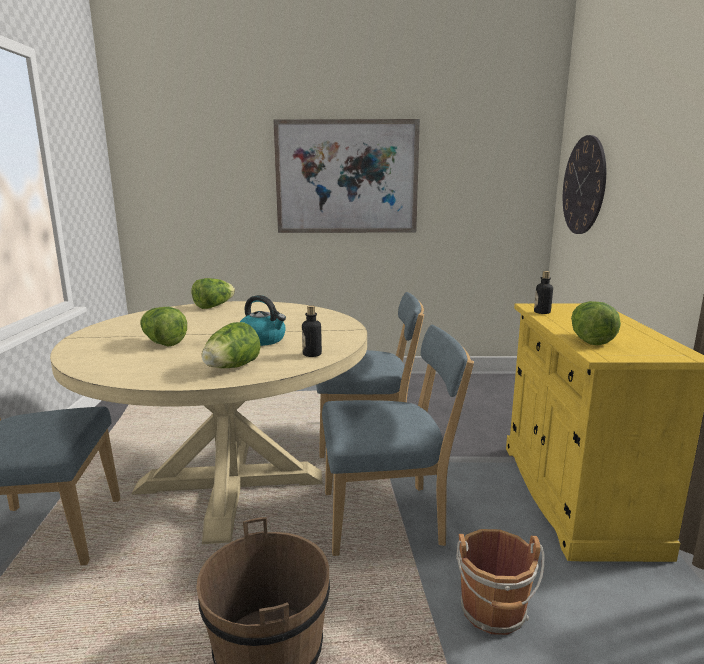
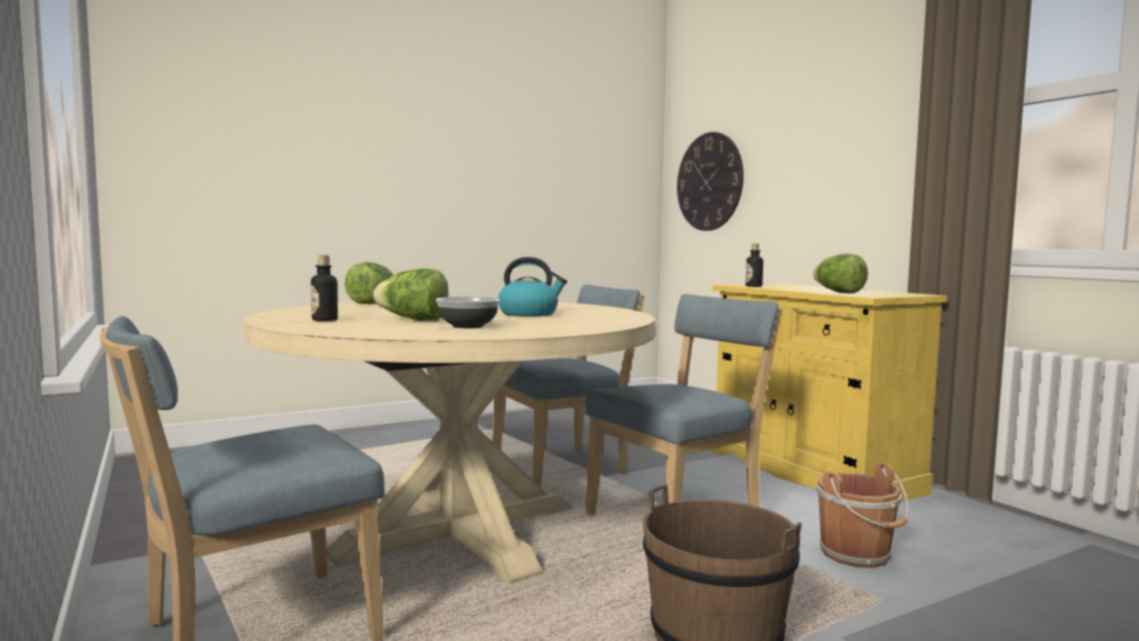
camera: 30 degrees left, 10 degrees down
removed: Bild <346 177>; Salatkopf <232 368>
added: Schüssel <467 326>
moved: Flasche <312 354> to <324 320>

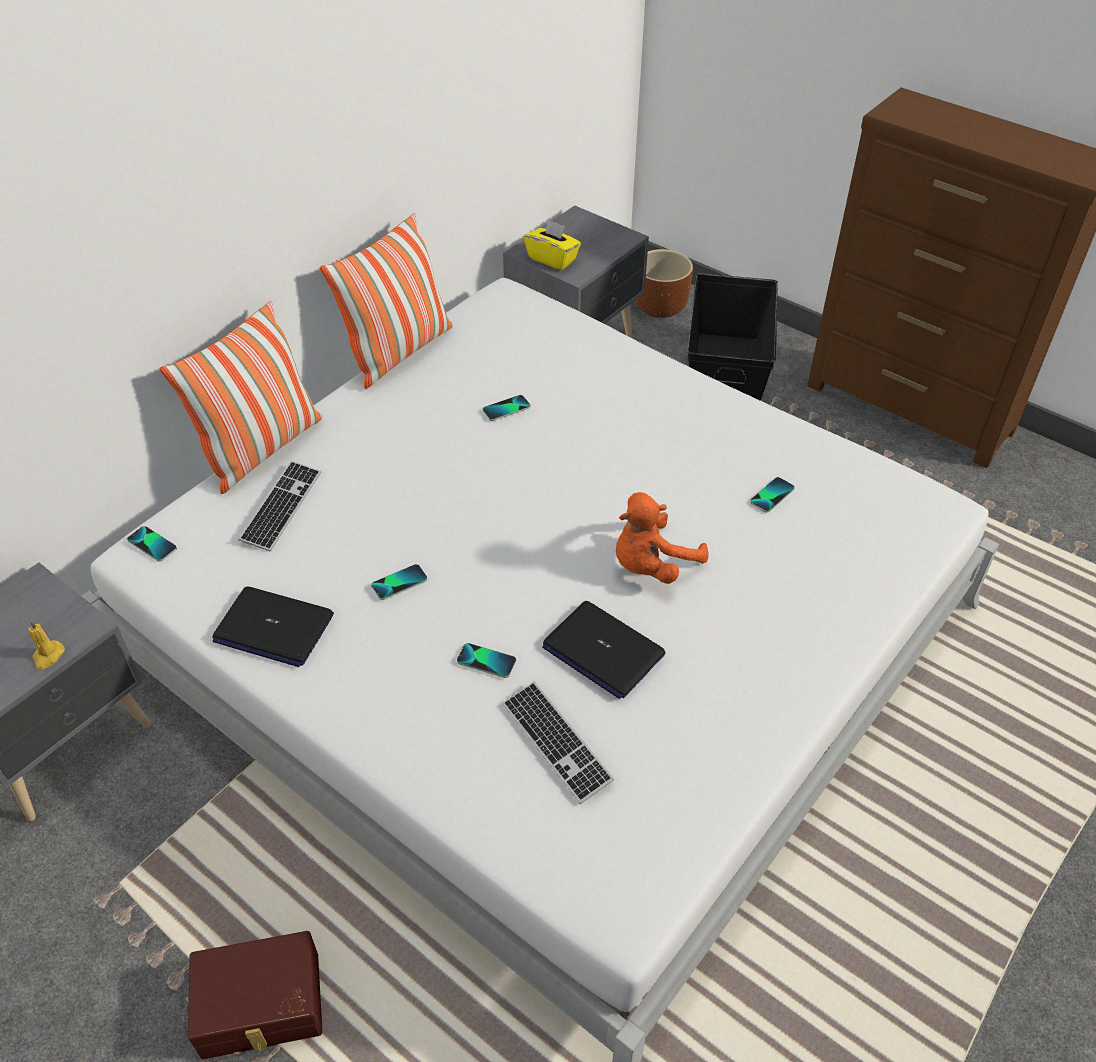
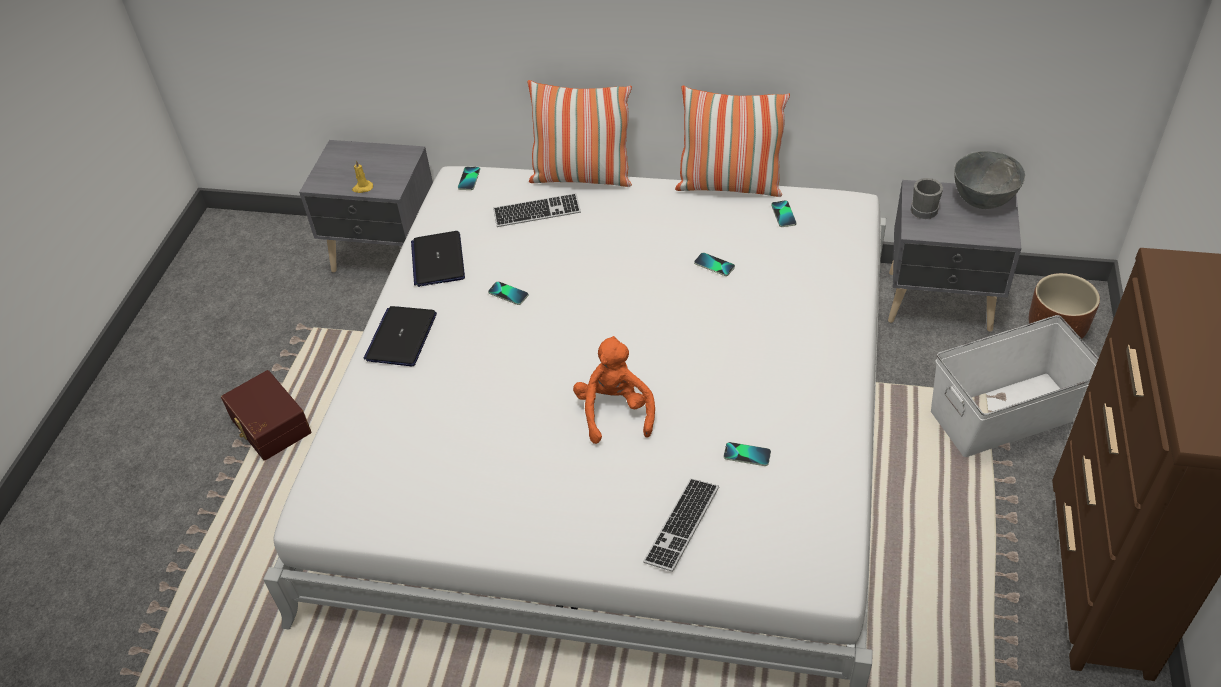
camera: 65 degrees right, 0 degrees up
added: Schüssel (grau) <982 201>
moved: Laptop <602 650> to <401 337>; Handy <486 661> to <783 214>; Tastatur <556 743> to <682 525>
replaced: Taschentuchbox (gelb) <552 259> to Henkelbecher (grau) <923 208>
recoloured: Aufbewahrungsbox (schwarz) <724 375> to Aufbewahrungsbox (weiß) <1005 413>
turned: Plüschtier (orange) <651 565> = <615 411> 60 degrees clockwise

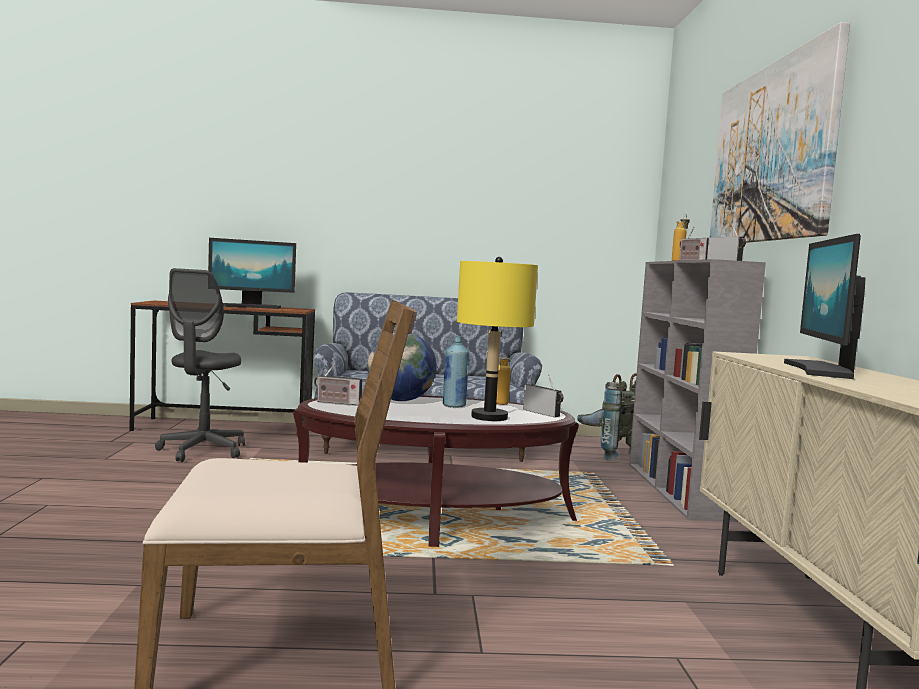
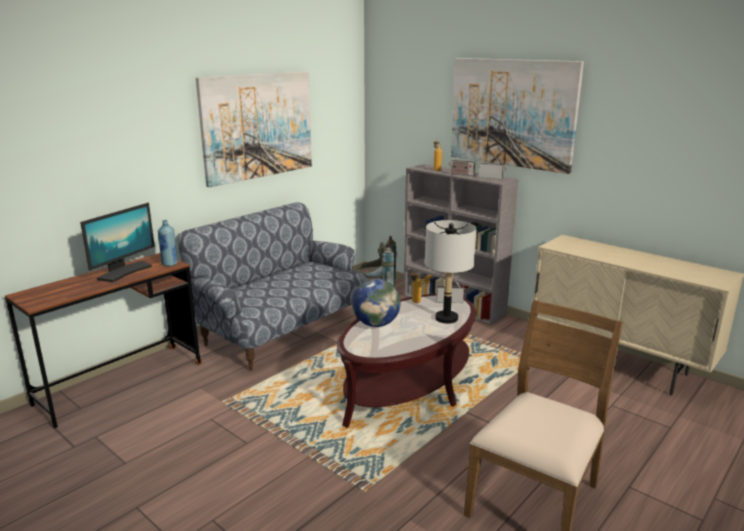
camera: 45 degrees left, 15 degrees up
removed: Monitor <821 370>; Bürostuhl (grau) <203 451>; Radio <336 402>
added: Bild <258 126>
moved: Flasche (blau) <454 405> to <169 264>
recoloured: Tischlampe (gelb) <489 417> to Tischlampe (grau) <446 318>

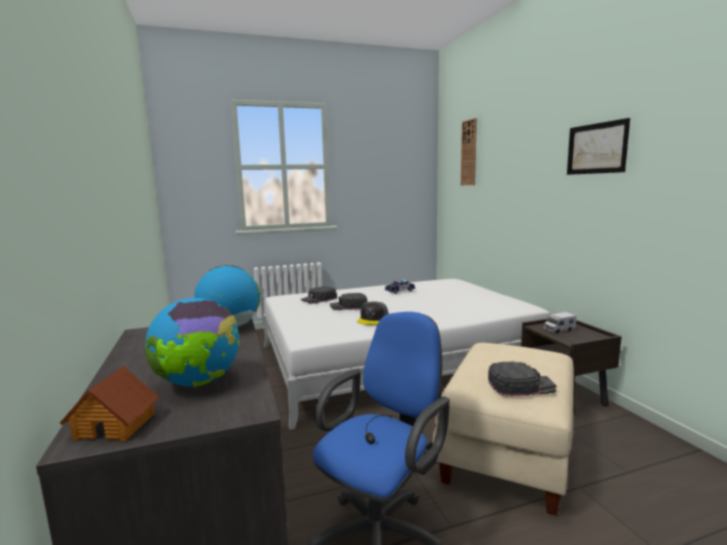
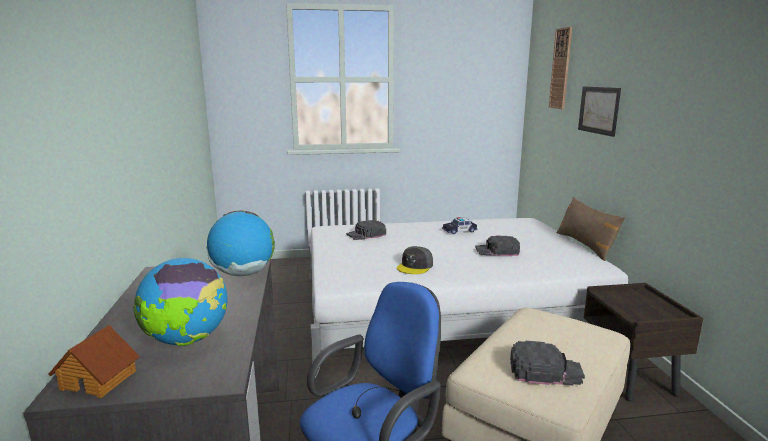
camera: 10 degrees right, 5 degrees up
removed: Spielzeuglaster <559 329>
added: Kissen (braun) <585 245>
moved: Bild <596 148> to <598 110>; Kappe (schwarz) <348 306> to <497 251>

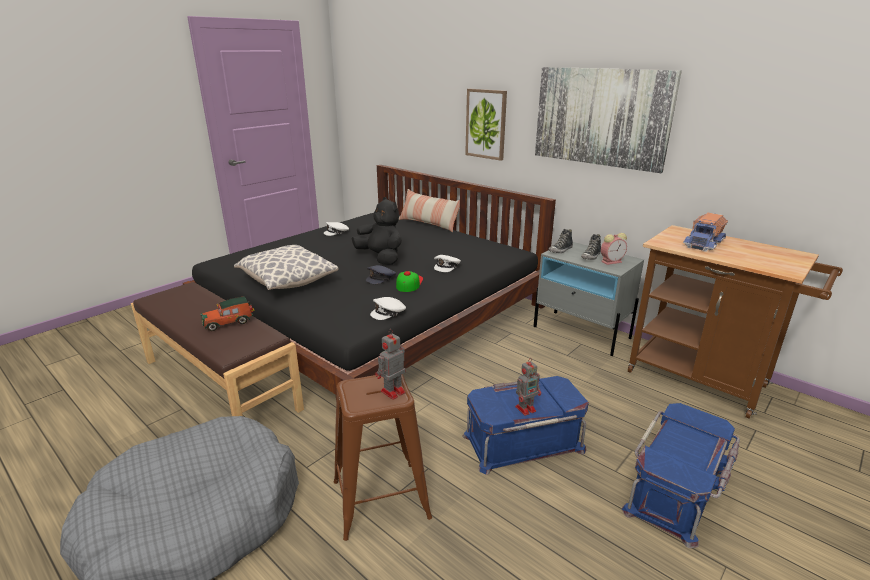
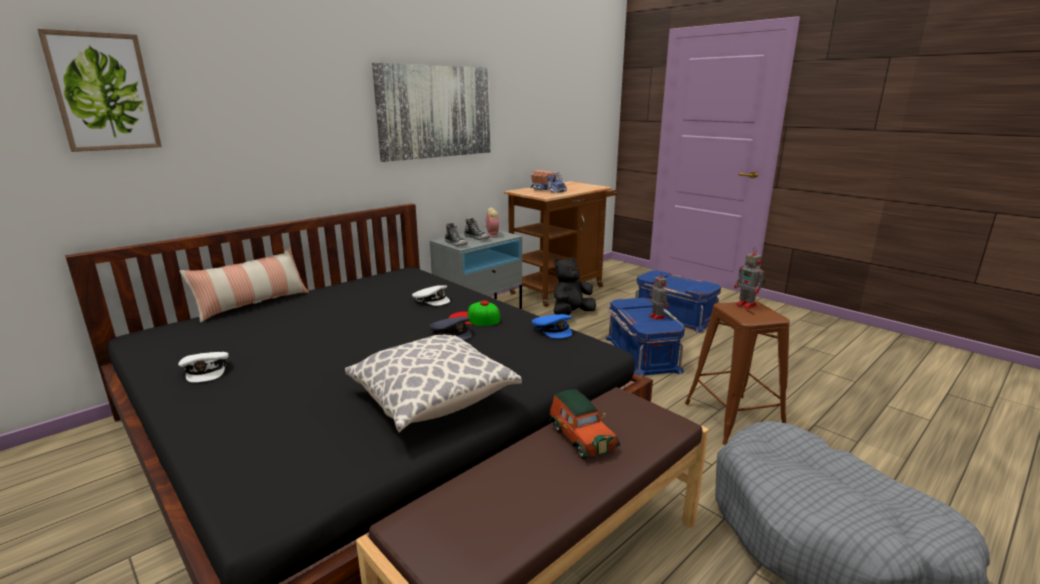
camera: 85 degrees left, 5 degrees down
moved: Bild <486 124> to <103 92>; Plüschtier (schwarz) <381 258> to <571 314>
recoloured: Kappe (weiß) <389 312> to Kappe (blau) <553 330>

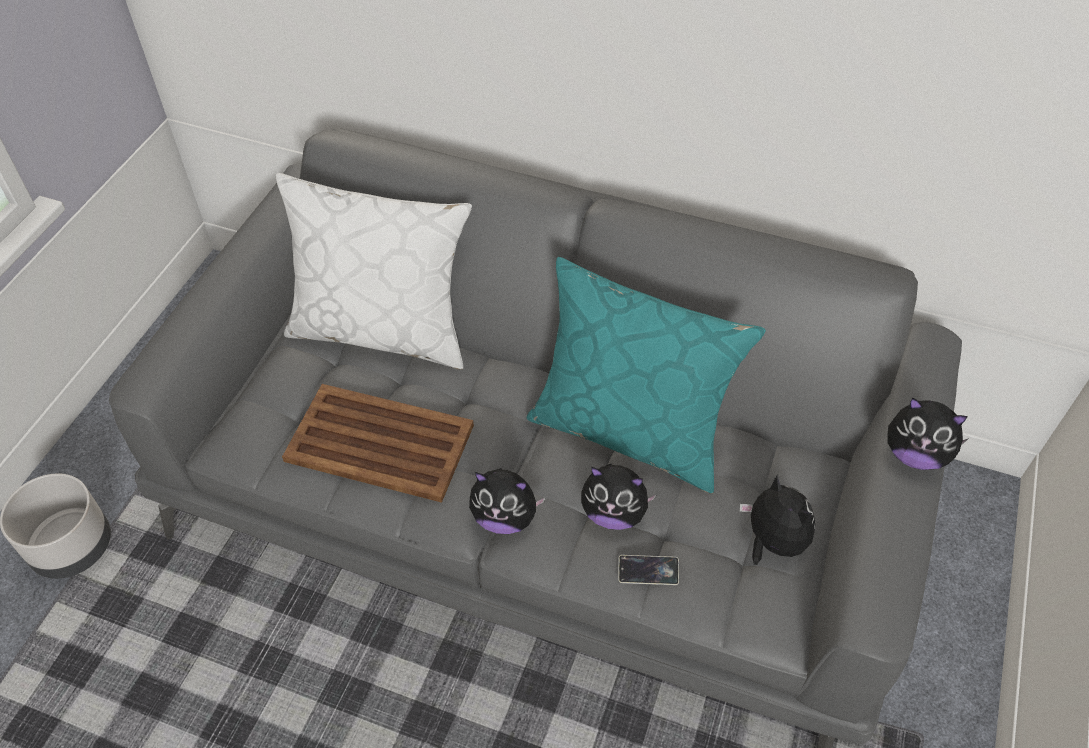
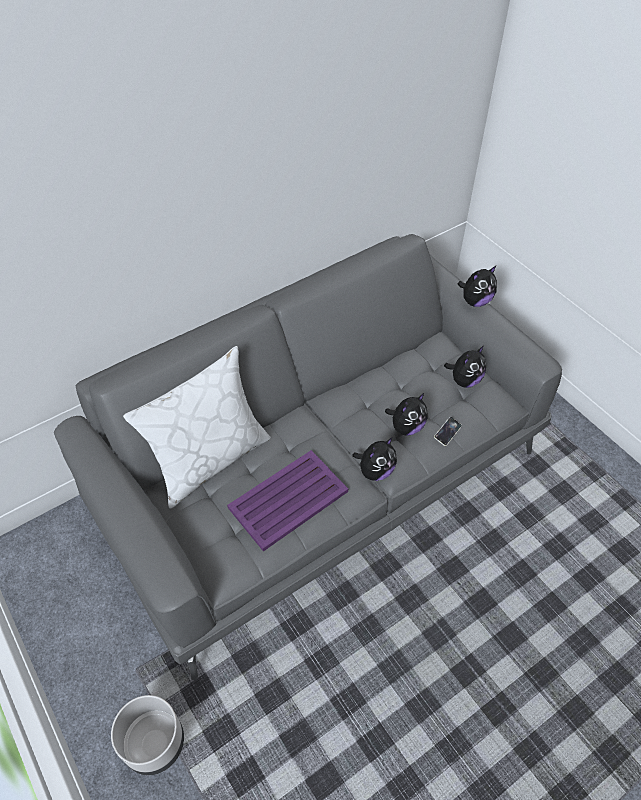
camera: 55 degrees left, 0 degrees up
removed: Kissen (türkis) <630 431>
recoloured: Tablett (braun) <381 444> to Tablett (lila) <289 499>
turned: Plüschtier <772 542> = <464 380> 135 degrees clockwise

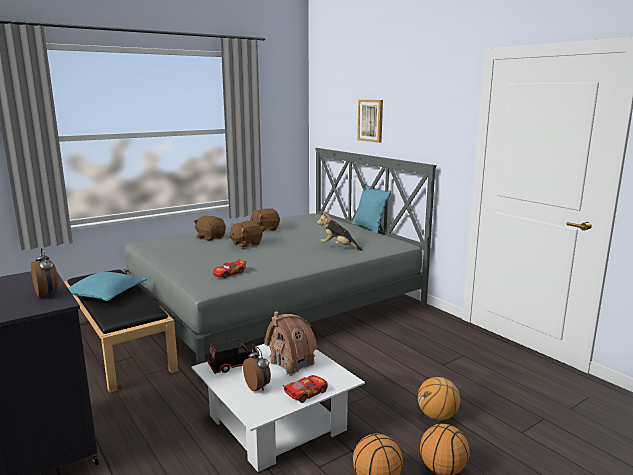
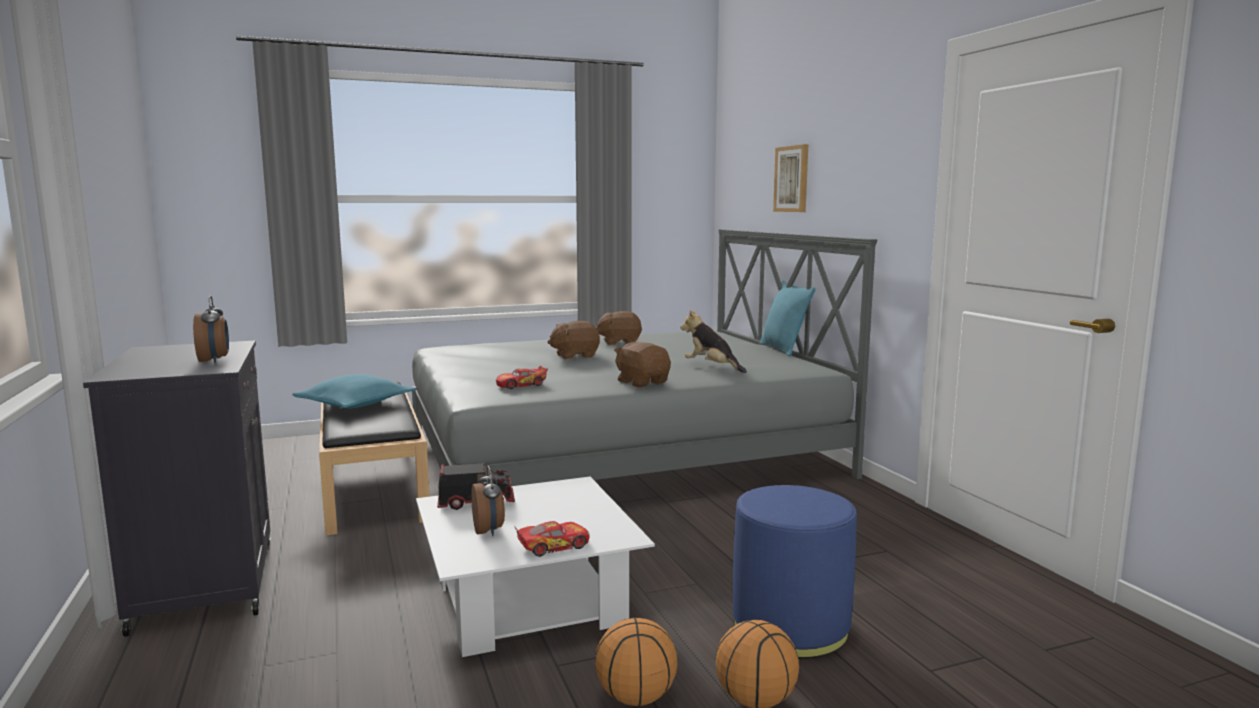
camera: 15 degrees right, 5 degrees down
removed: Spielzeughaus <292 363>
moved: Plüschtier (braun) <210 237> to <642 382>
replaced: Basketball <437 416> to Polsterhocker (blau) <790 627>

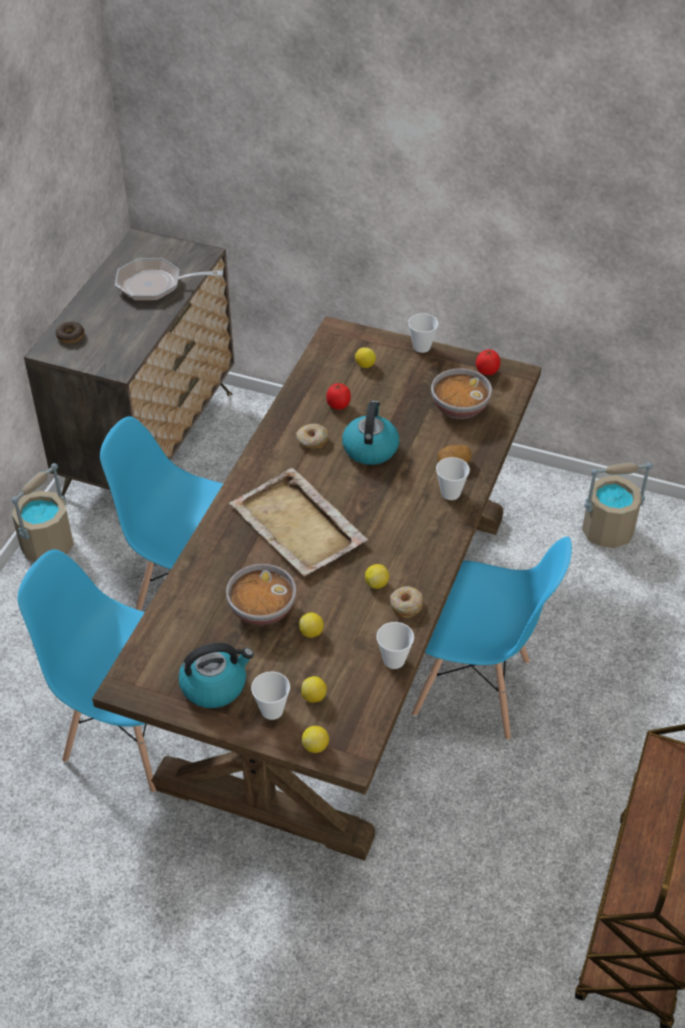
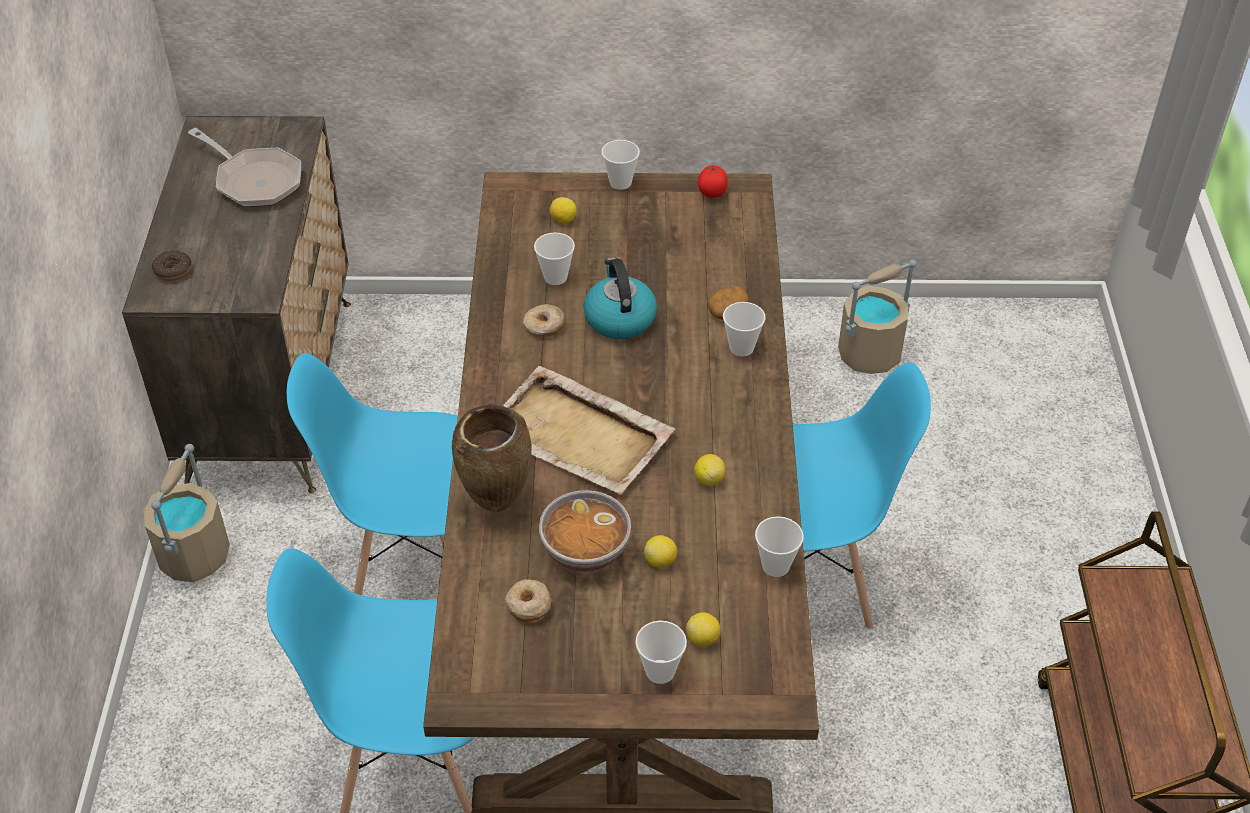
camera: 20 degrees left, 0 degrees up
removed: Schüssel <459 407>; Wasserkessel <215 685>; Zitrone <315 746>
added: Vase (braun) <496 506>
moved: Donut <406 605> to <528 606>
replaced: Tomate <338 406> to Tasse <555 277>
turned: Pfanne <155 285> = <254 180> 120 degrees counterclockwise

